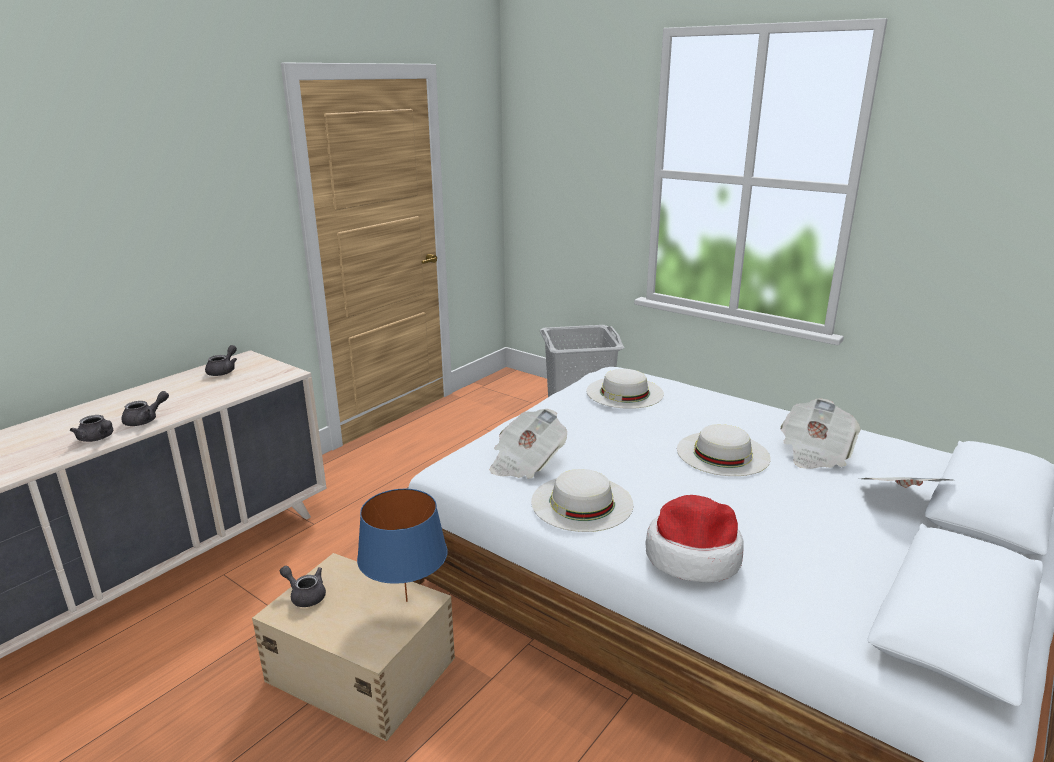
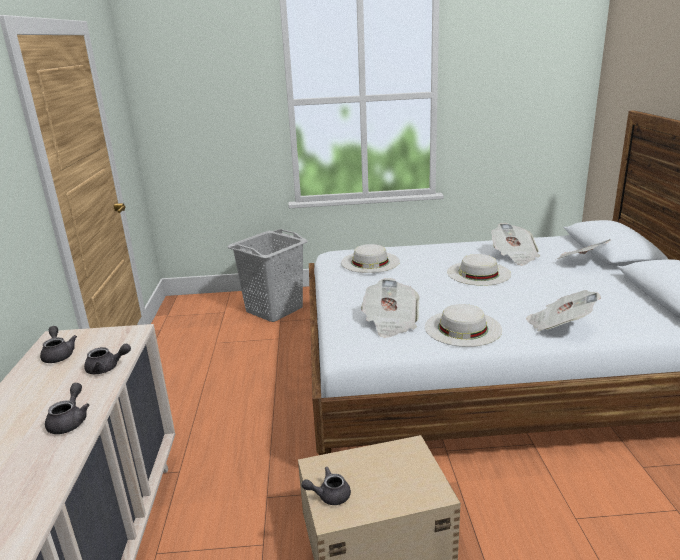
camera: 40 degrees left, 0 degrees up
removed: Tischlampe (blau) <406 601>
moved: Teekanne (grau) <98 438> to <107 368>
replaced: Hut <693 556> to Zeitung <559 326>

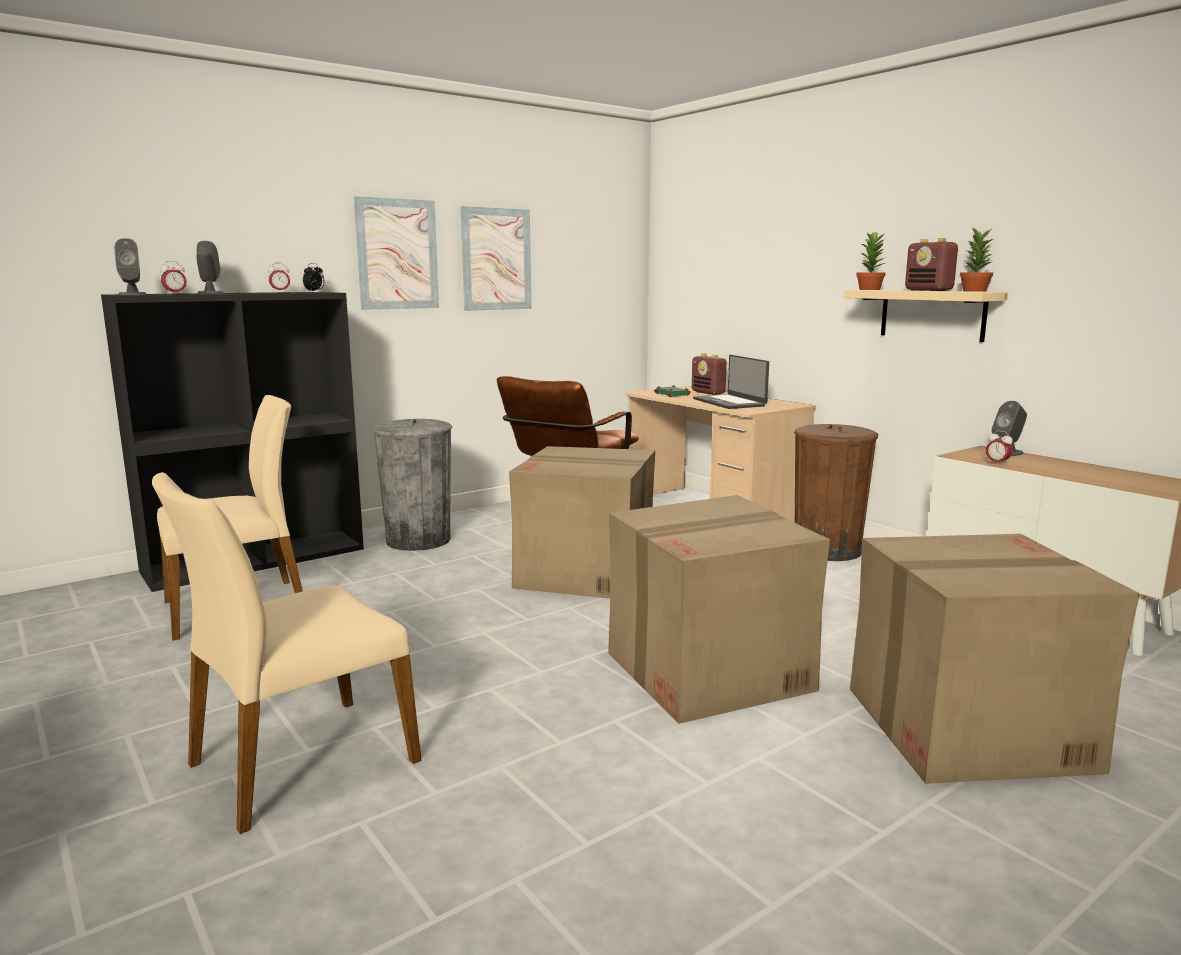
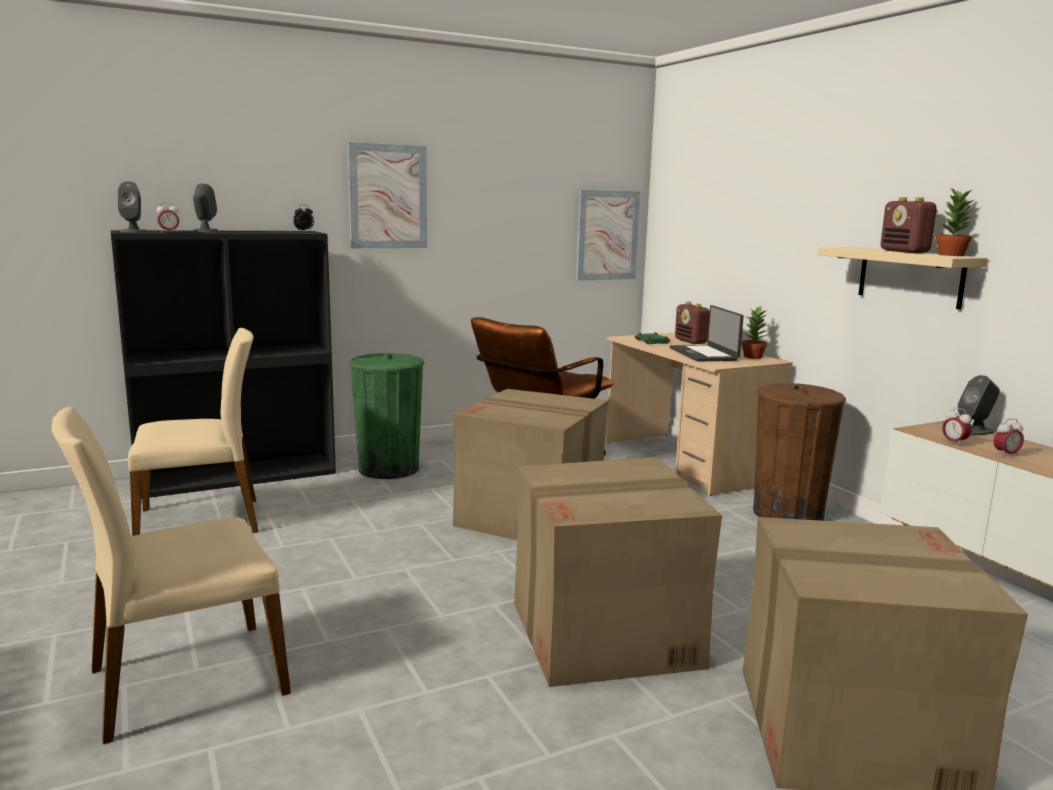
camera: 10 degrees right, 0 degrees up
moved: Bild <496 259> to <607 235>; Topfpflanze <870 289> to <753 357>; Wecker <280 292> to <1006 455>
recoloured: Mülleimer (grau) <418 540> to Mülleimer (grün) <389 469>

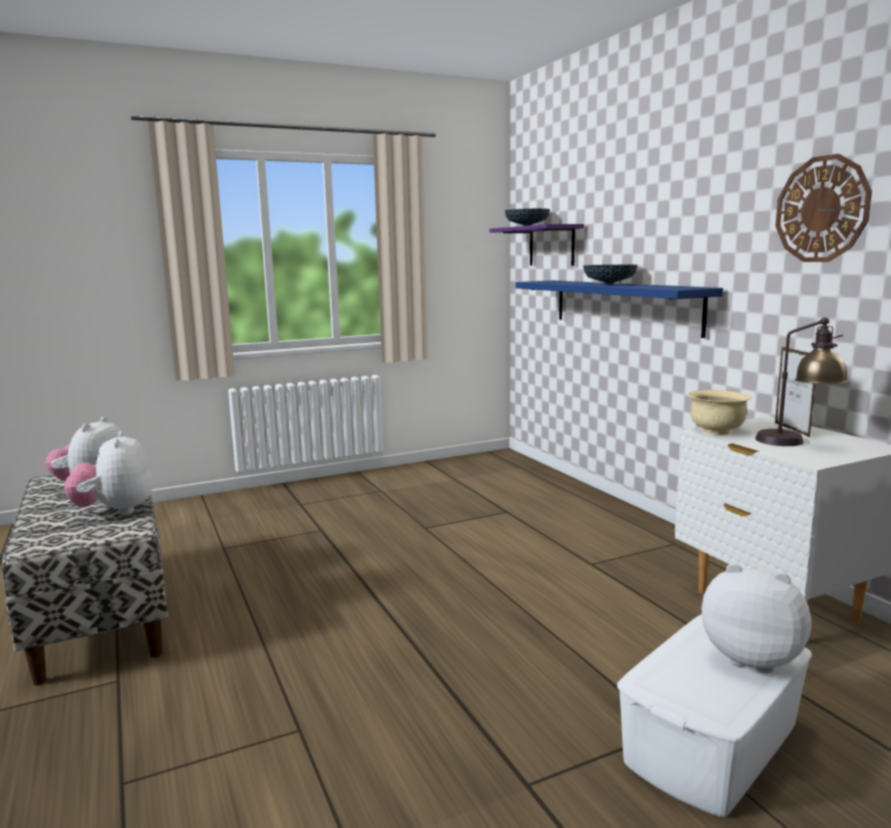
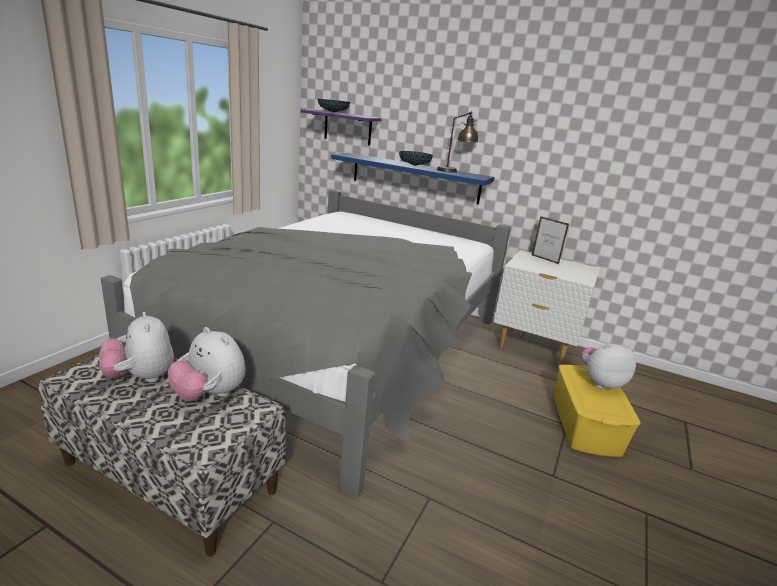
camera: 40 degrees left, 10 degrees up
removed: Wanduhr <822 209>; Schüssel (beige) <717 431>
added: Bett (grau) <337 347>
moved: Tischlampe <796 443> to <454 171>
recoloured: Aufbewahrungsbox (weiß) <710 743> to Aufbewahrungsbox (gelb) <585 425>

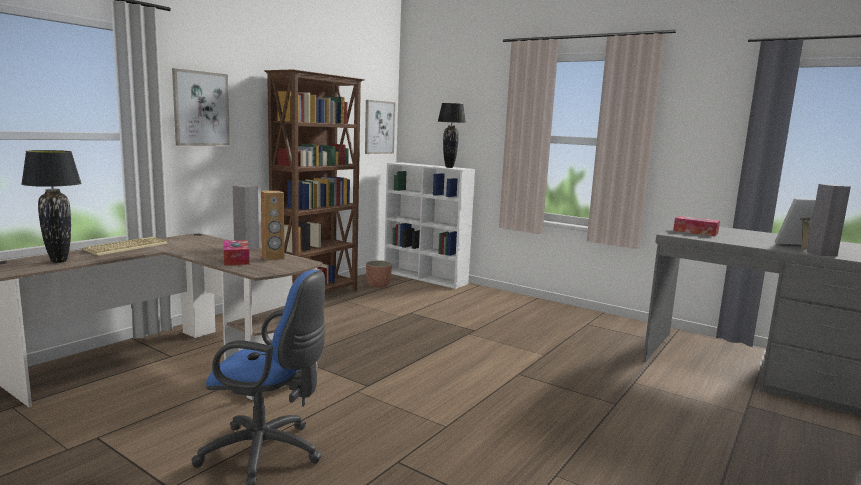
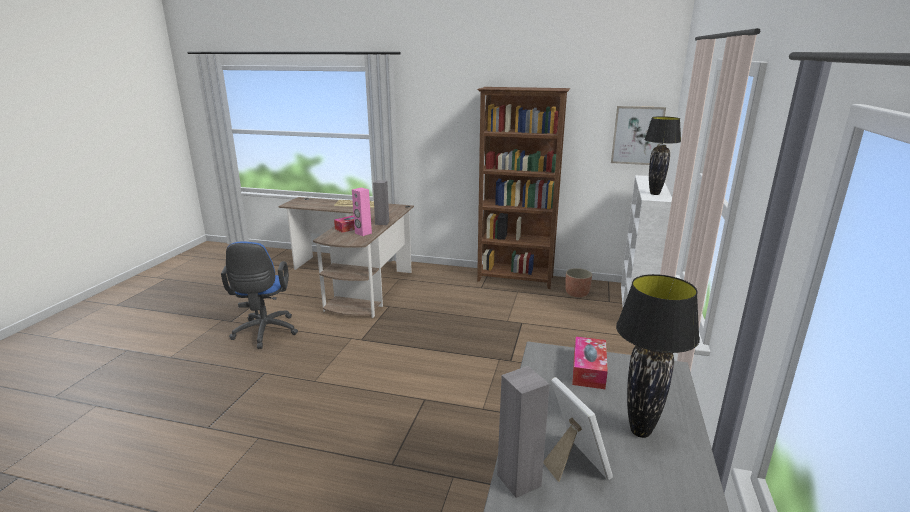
camera: 70 degrees right, 10 degrees up
removed: Bild <201 108>
moved: Tischlampe (schwarz) <59 261> to <641 432>
recoloured: Lautsprecher (braun) <273 258> to Lautsprecher (rosa) <363 233>

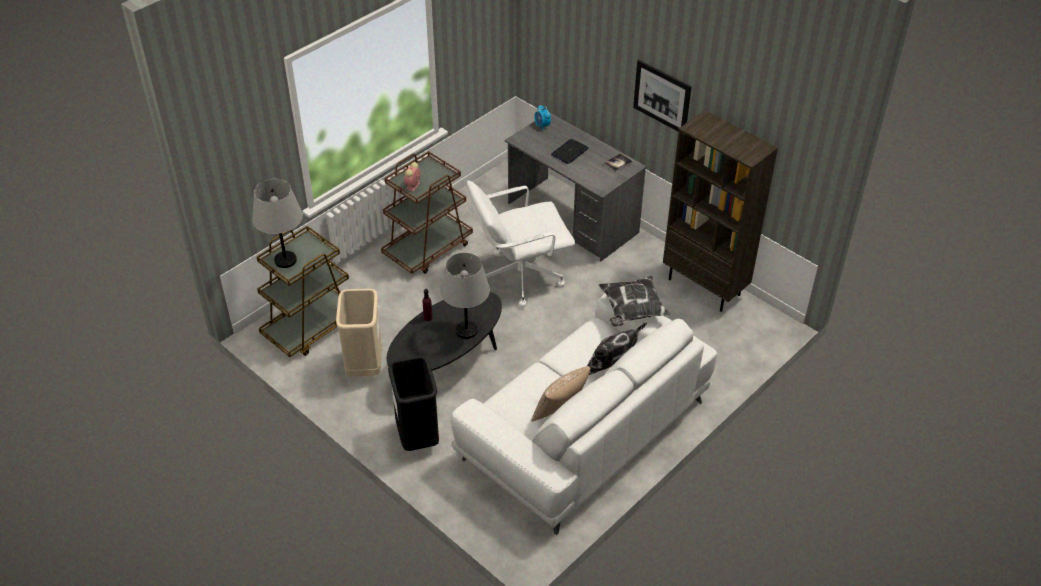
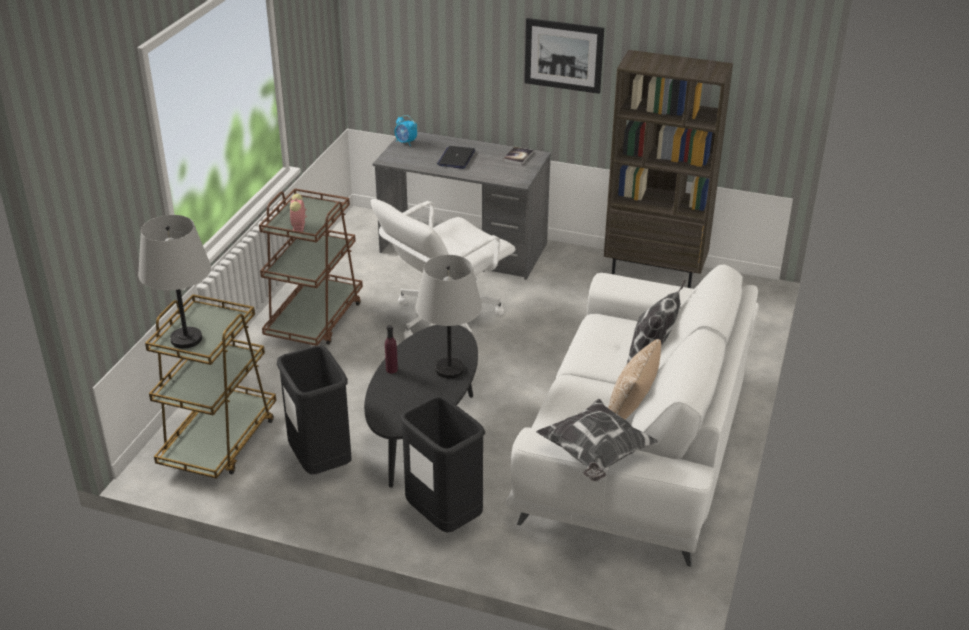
camera: 25 degrees left, 10 degrees down
moved: Kissen <631 310> to <595 455>
recoloured: Mülleimer (beige) <364 366> to Mülleimer (schwarz) <320 462>

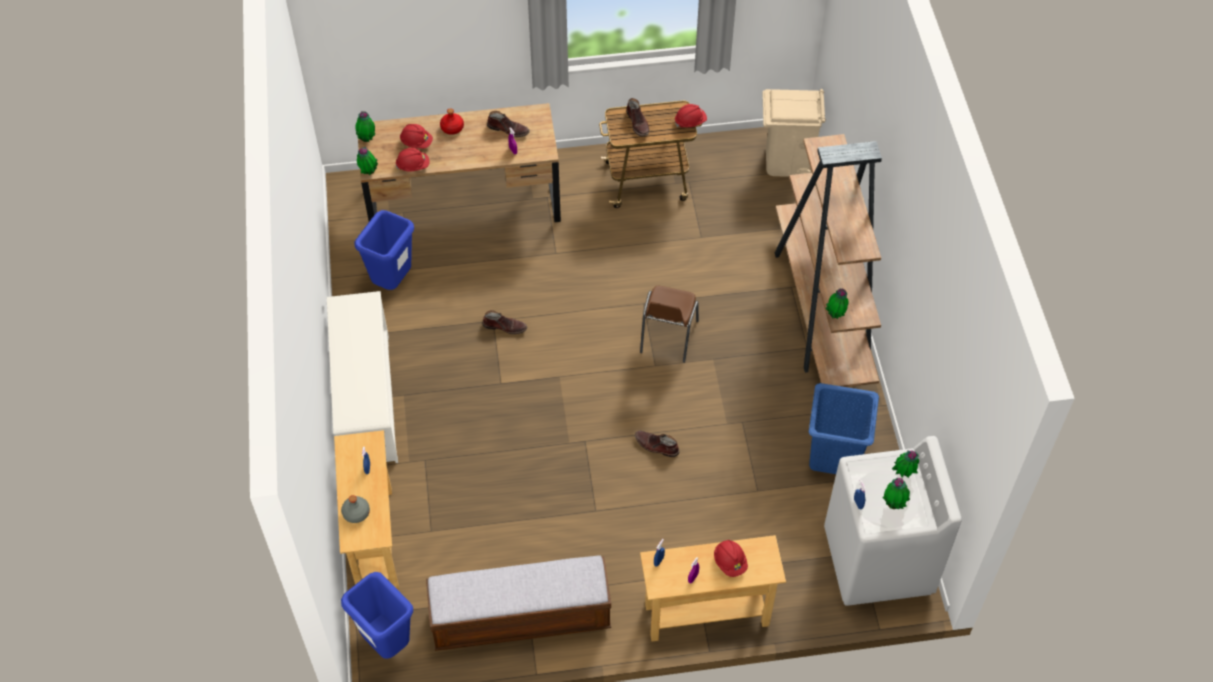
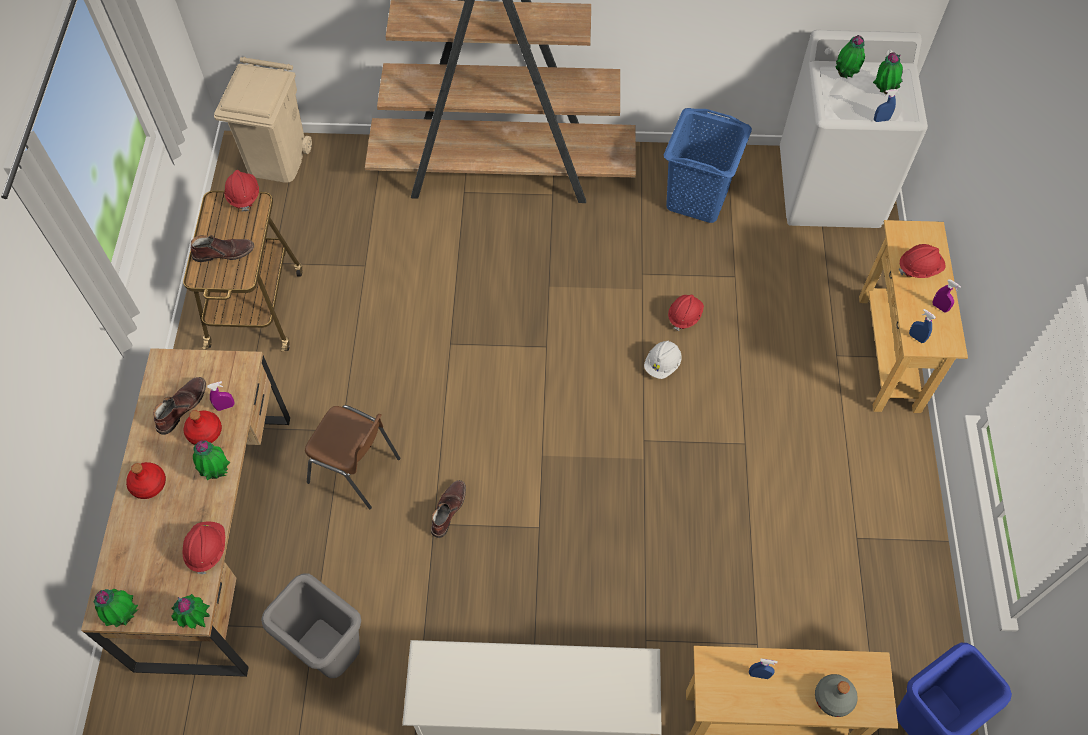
camera: 80 degrees left, 5 degrees up
removed: Bank <520 618>
added: Flasche (rot) <205 432>
moved: Schutzhelm (rot) <416 143> to <684 316>; Stuhl (braun) <667 338> to <356 471>; Topfpflanze <835 315> to <217 472>
replaced: Stiefel (braun) <656 446> to Schutzhelm (weiß) <662 364>
recoloured: Mülleimer (blau) <393 282> to Mülleimer (grau) <331 653>

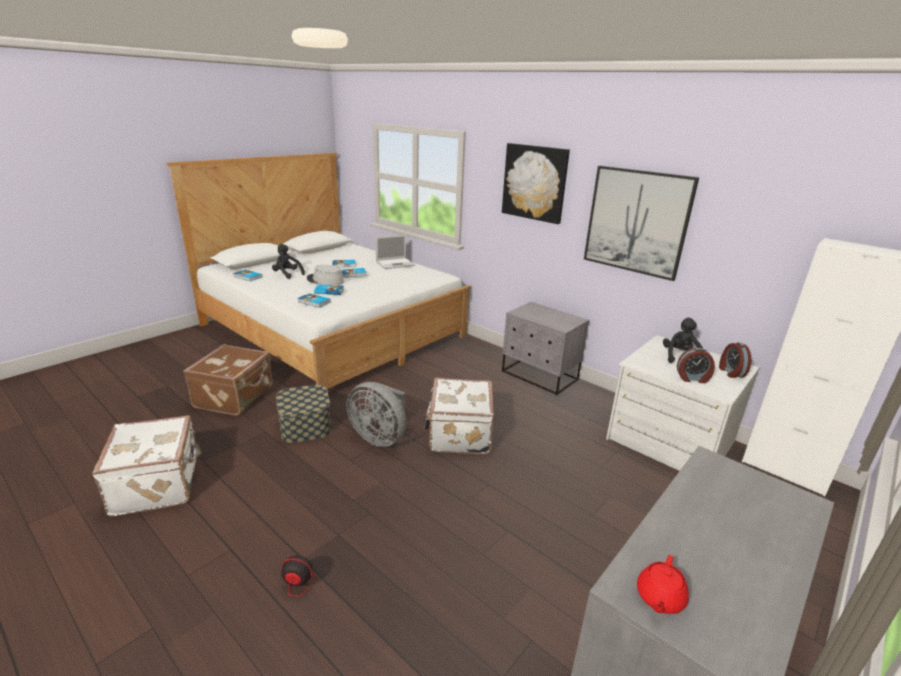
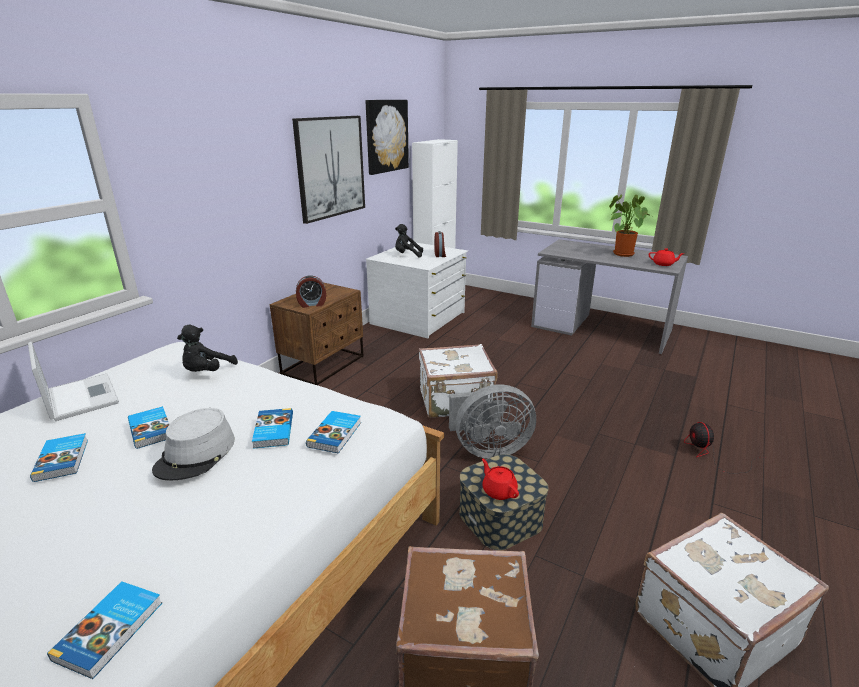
camera: 100 degrees left, 0 degrees up
added: Topfpflanze <621 253>; Teekanne (rot) <499 491>
moved: Bild <534 182> to <386 136>; Plüschtier (schwarz) <287 274> to <207 372>; Wecker <730 372> to <312 304>
recoloured: Nachttisch (grau) <539 376> to Nachttisch (braun) <324 365>
turned: Ventilator (grau) <380 437> = <488 449> 60 degrees clockwise

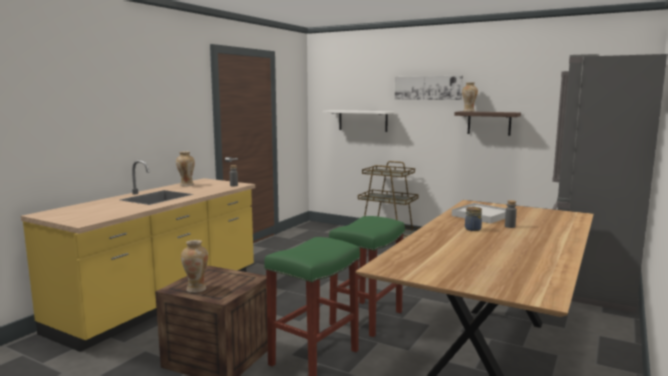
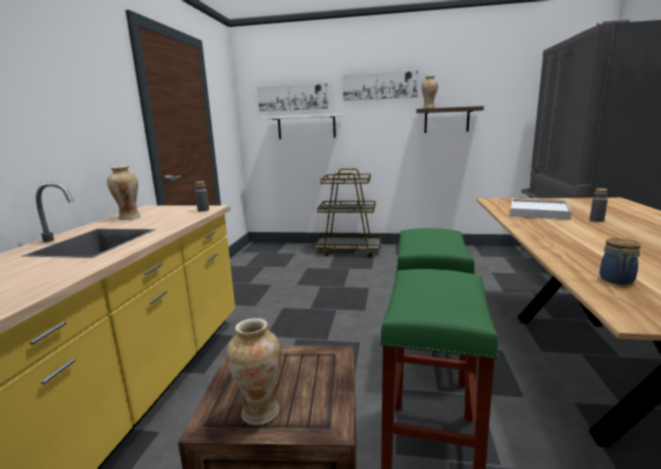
camera: 20 degrees left, 5 degrees up
added: Bild <293 97>
moved: Vorratsglas <472 229> to <616 280>

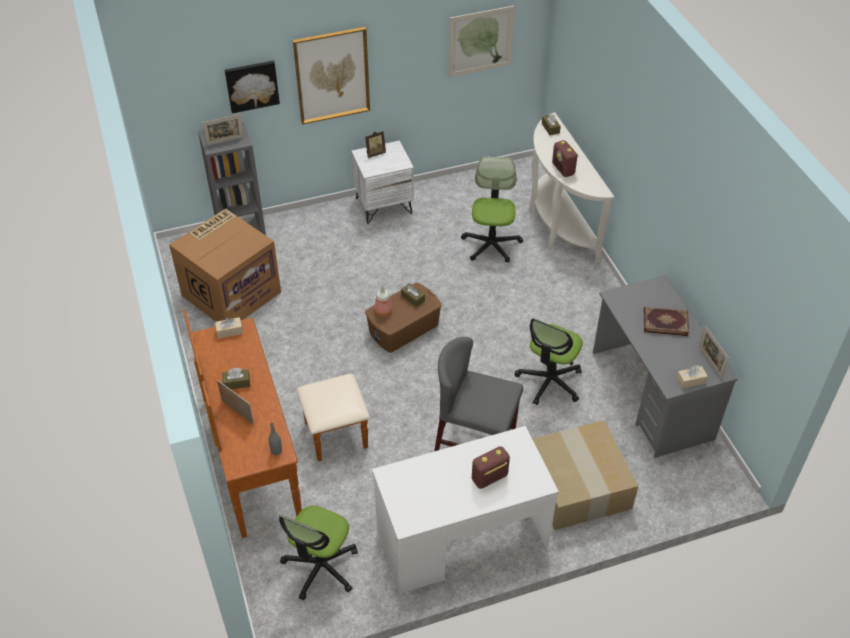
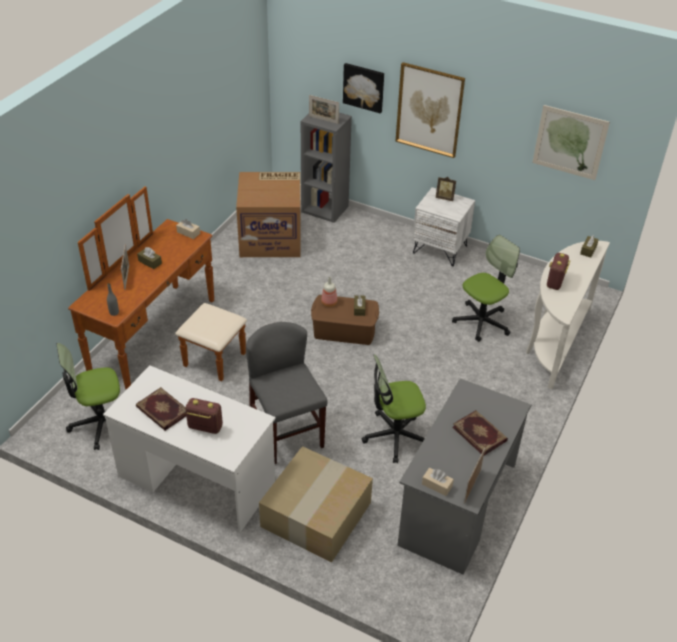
camera: 45 degrees right, 5 degrees down
added: Buch <162 411>

